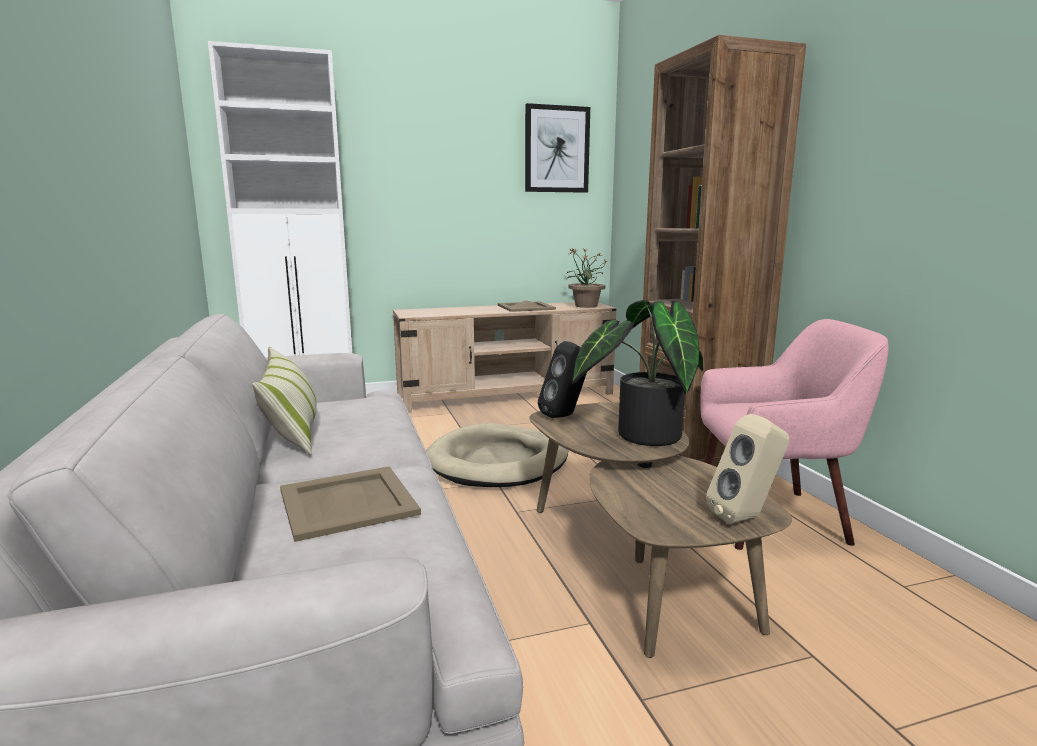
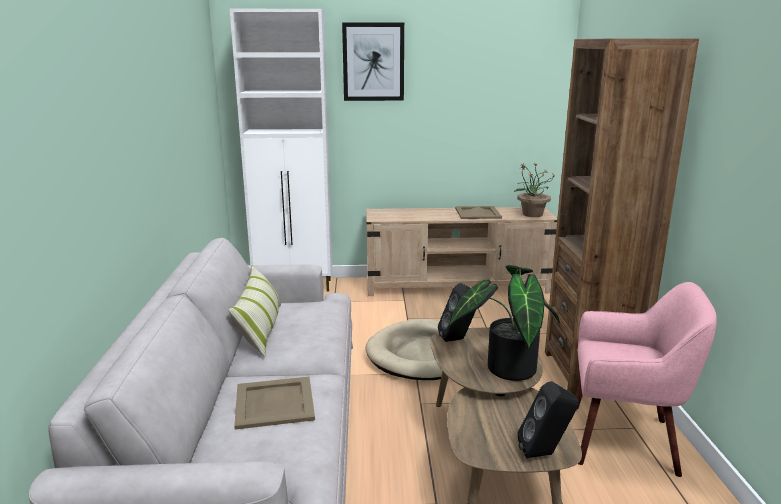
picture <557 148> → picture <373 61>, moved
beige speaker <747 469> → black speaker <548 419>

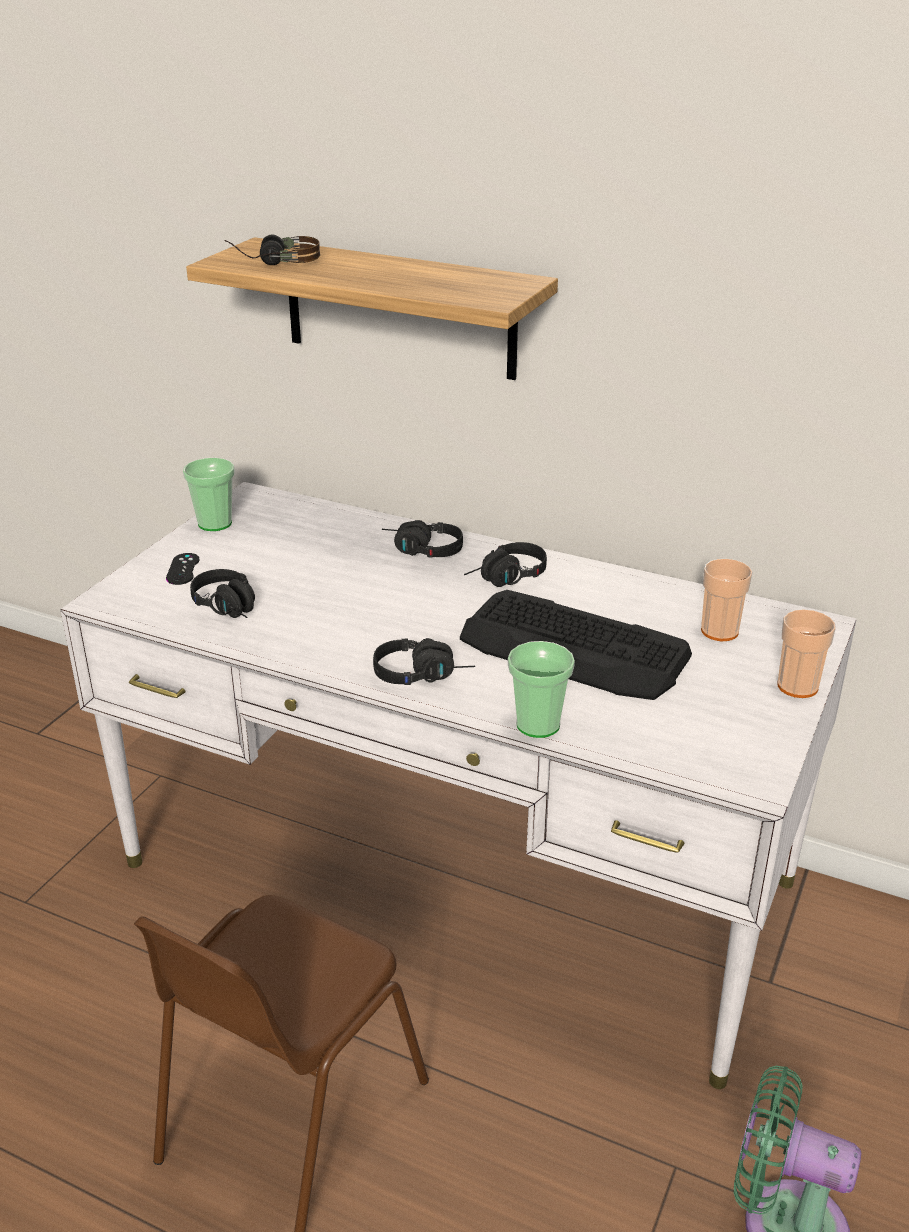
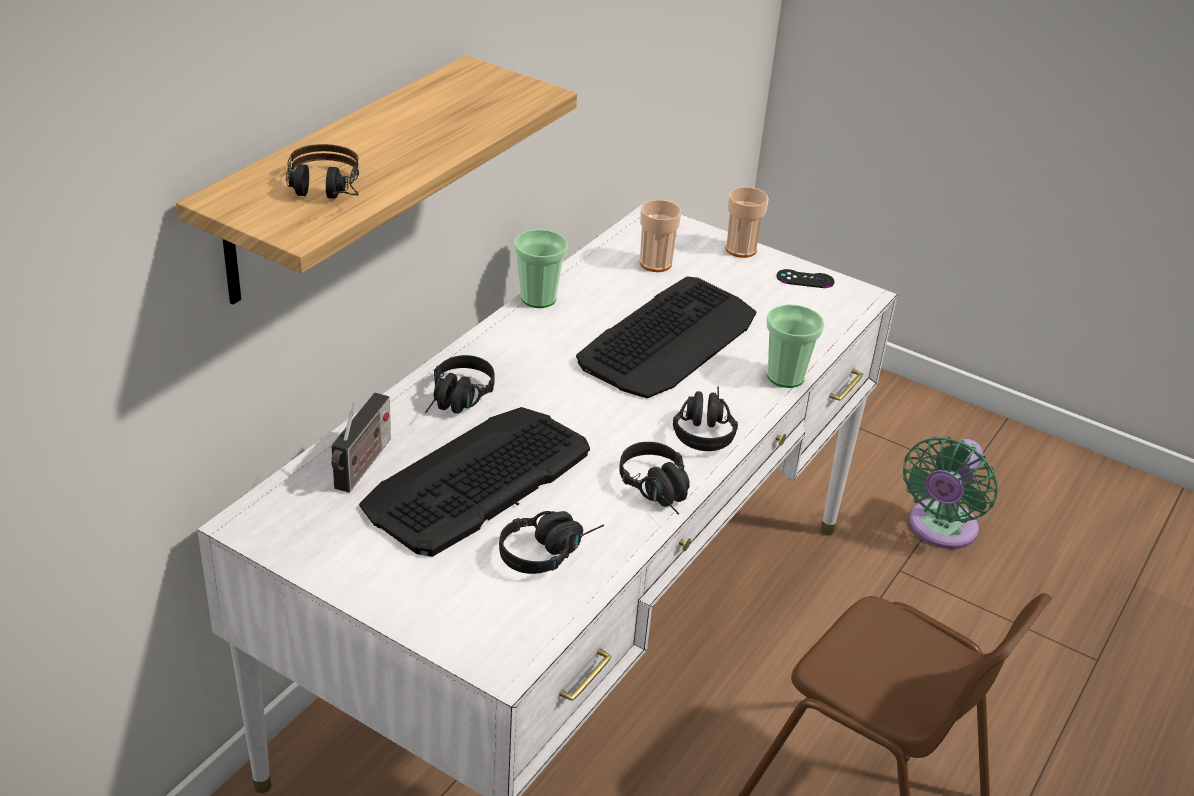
- → radio <361 443>
- → keyboard <474 482>
cup <209 494> → cup <541 268>, moved
black headphones <505 564> → black headphones <654 478>, moved
black game controller <182 569> → black game controller <805 278>, moved

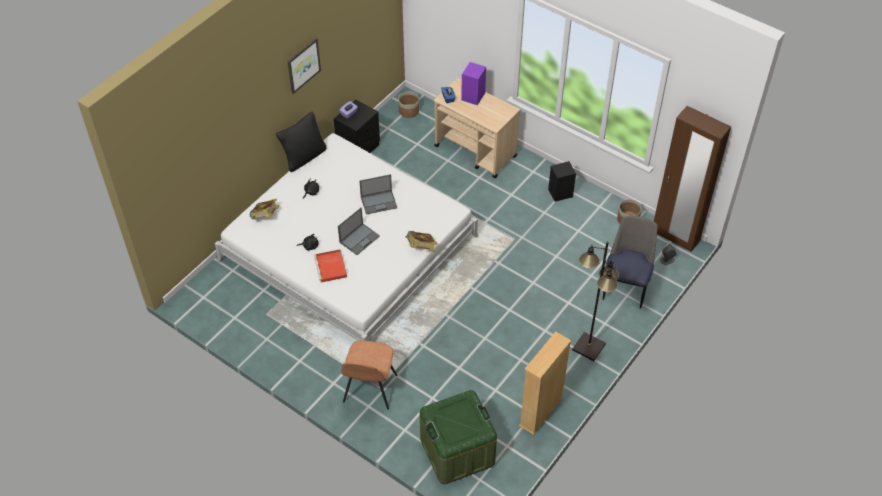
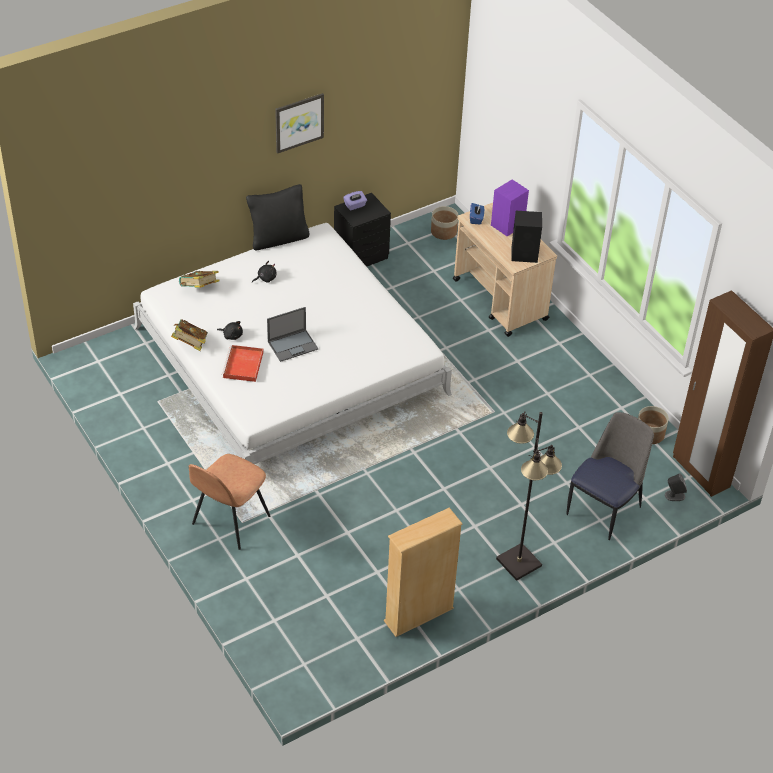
book <421 241> → book <189 335>, moved
black speaker <562 181> → black speaker <527 237>, moved
laptop <378 194> → -
green storage box <458 437> → -

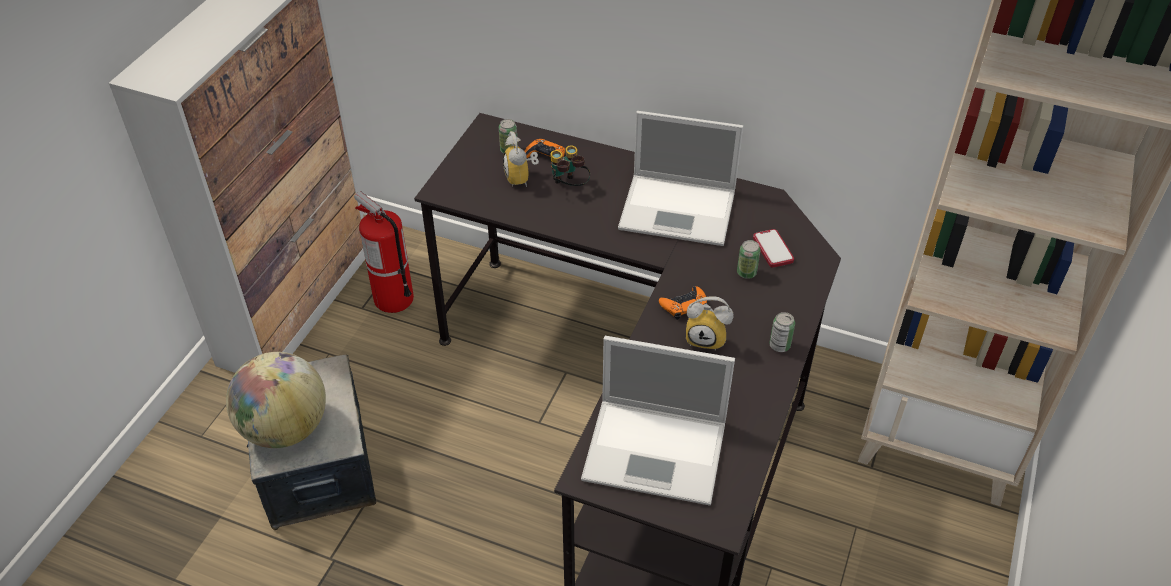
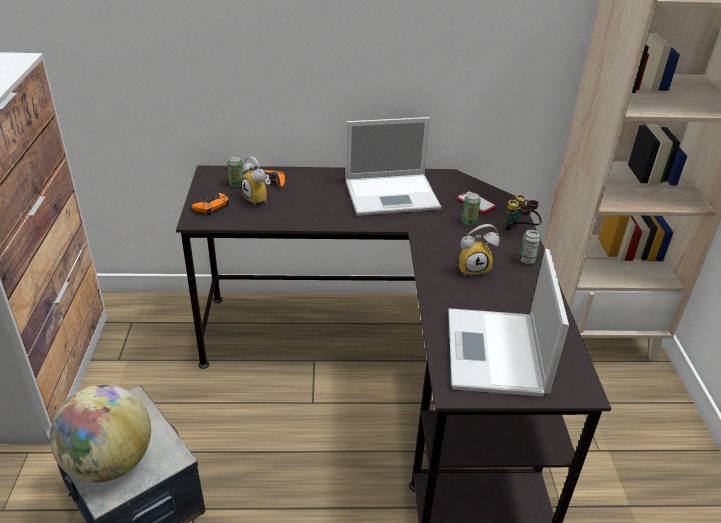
orange game controller <683 303> → orange game controller <210 204>, moved
laptop <658 421> → laptop <508 322>, 105 degrees clockwise
binoculars <570 165> → binoculars <524 212>, moved
fire extinguisher <384 252> → -

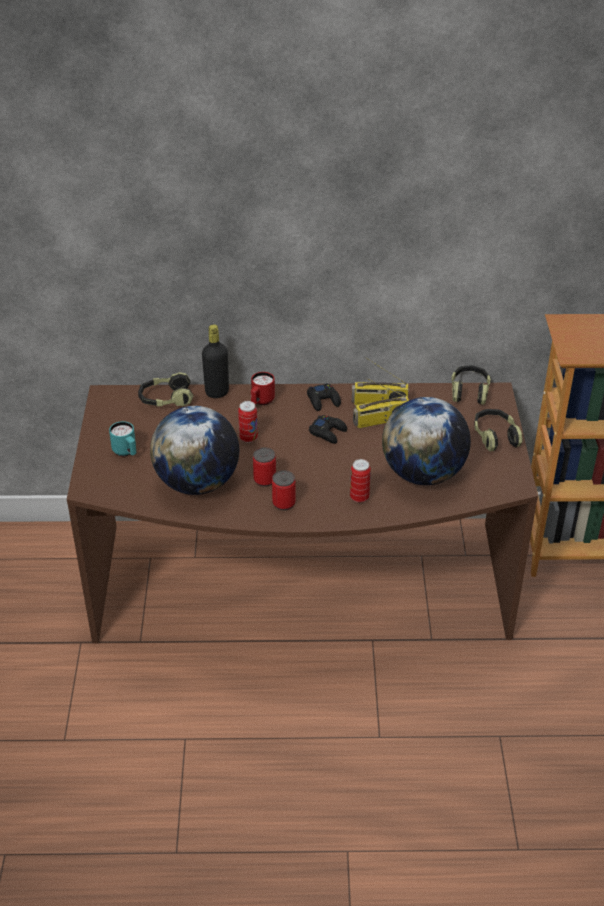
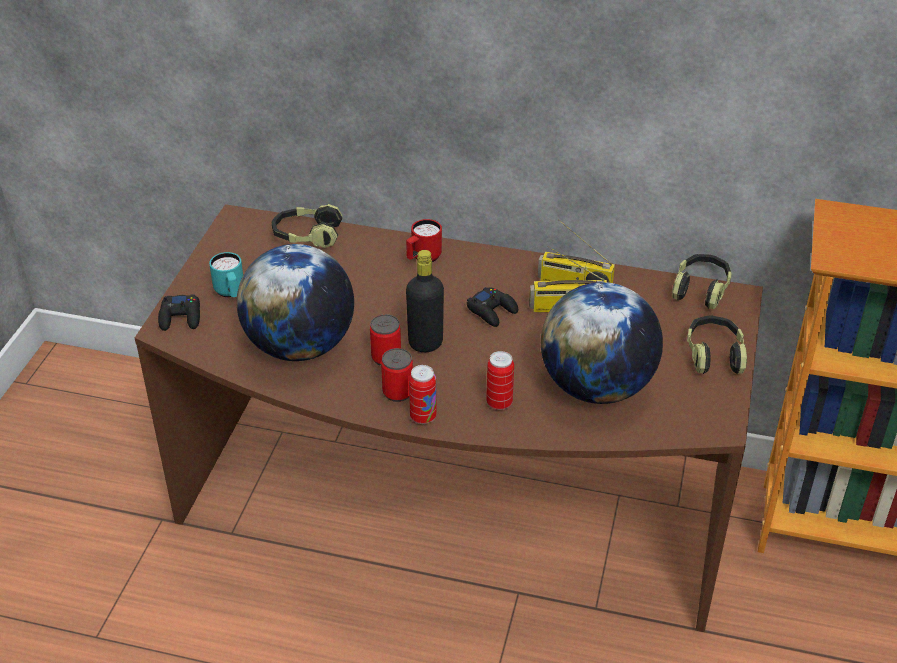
black game controller <324 397> → black game controller <179 312>, moved
black bottle <215 361> → black bottle <425 301>, moved
can <248 422> → can <423 394>, moved

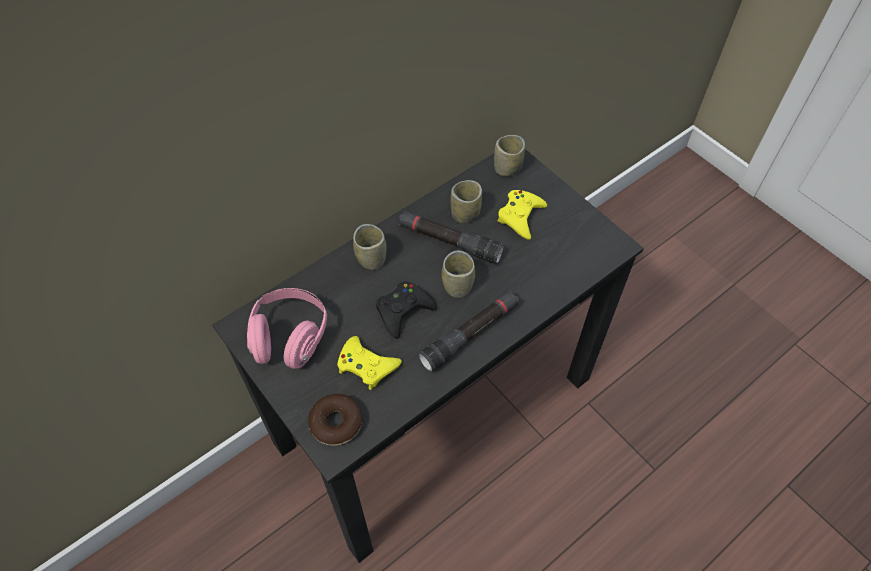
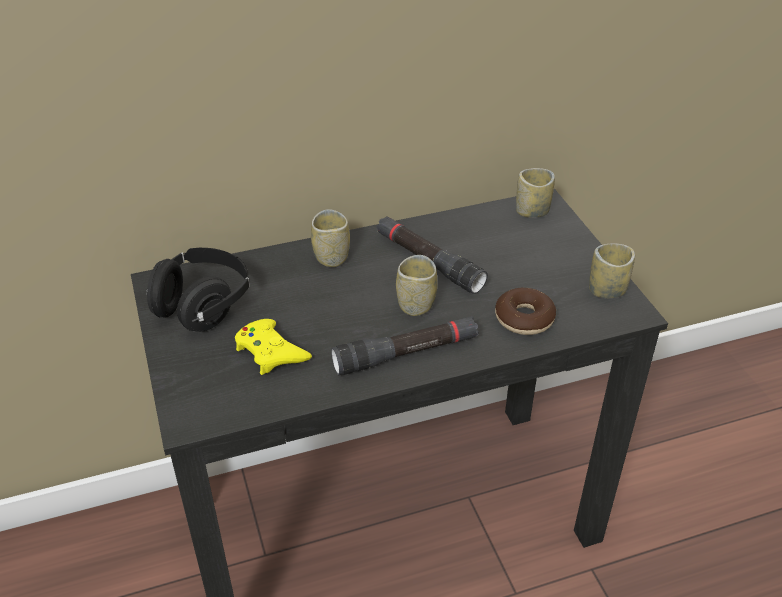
pink headphones <287 328> → black headphones <198 290>
donut <335 420> → donut <525 311>, moved
cup <466 201> → cup <612 270>, moved
black game controller <406 310> → -
yellow game controller <522 215> → -

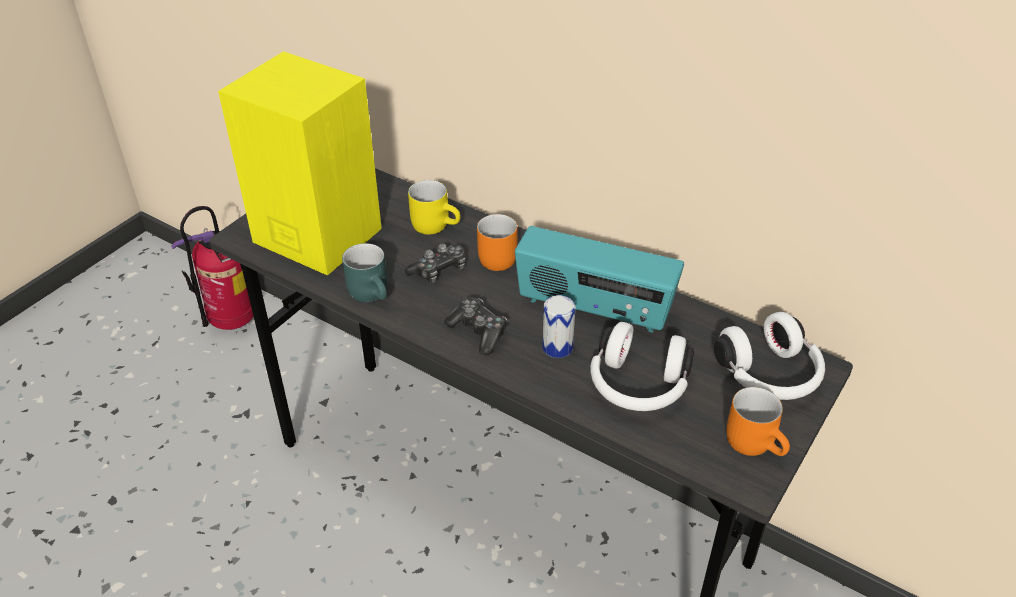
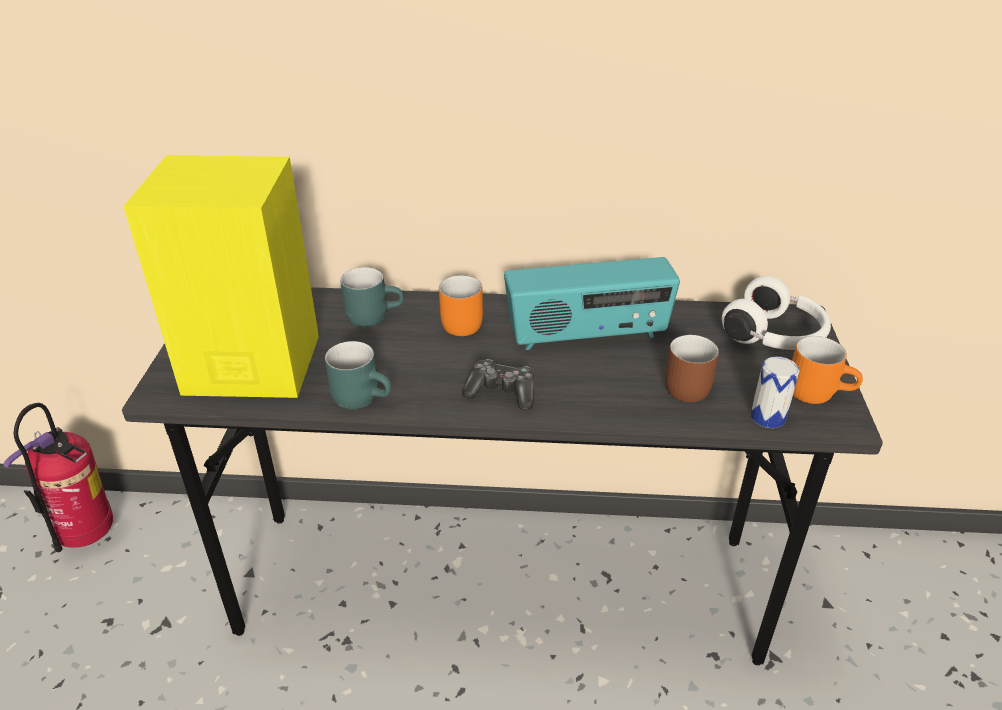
yellow mug <434 207> → turquoise mug <372 297>
white headphones <642 366> → brown mug <692 368>
can <558 326> → can <775 392>, moved
game controller <435 263> → -

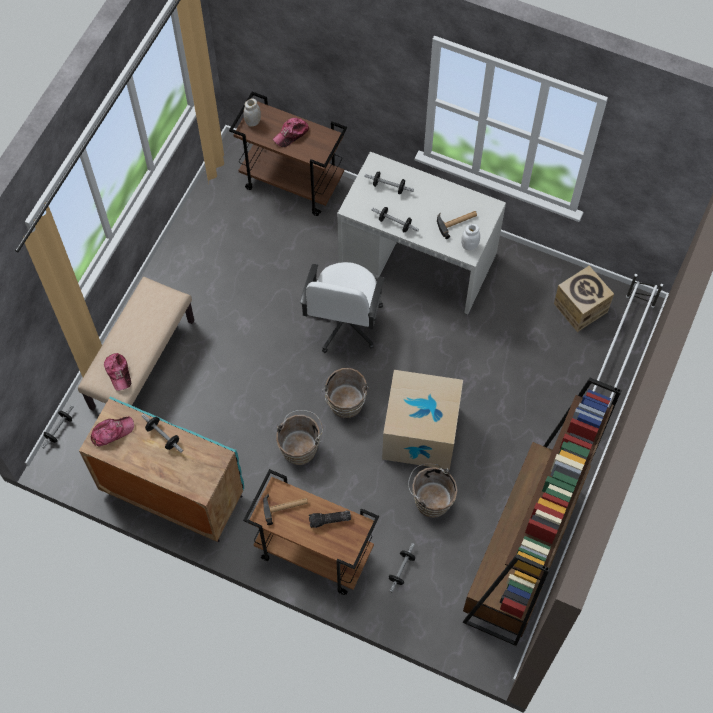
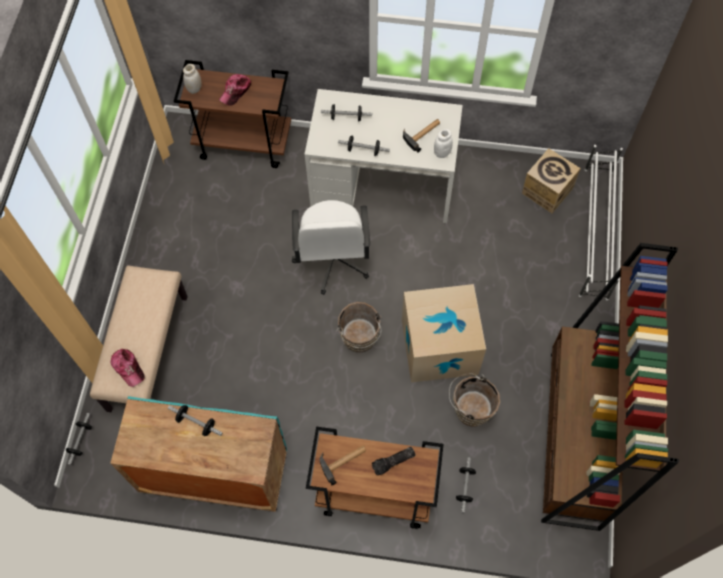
cap <112 432> → -
brown bucket <299 437> → -

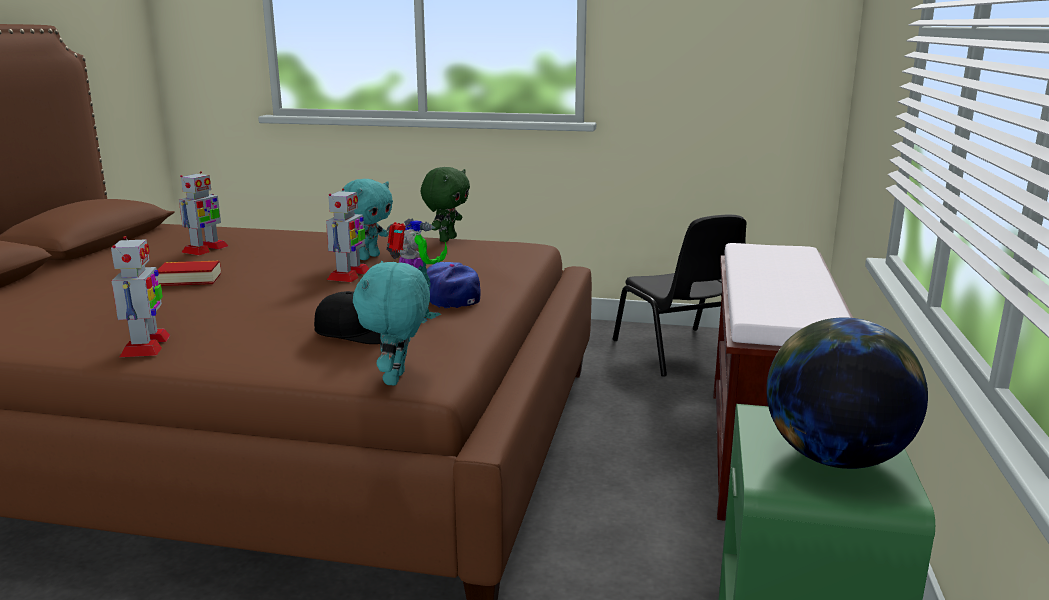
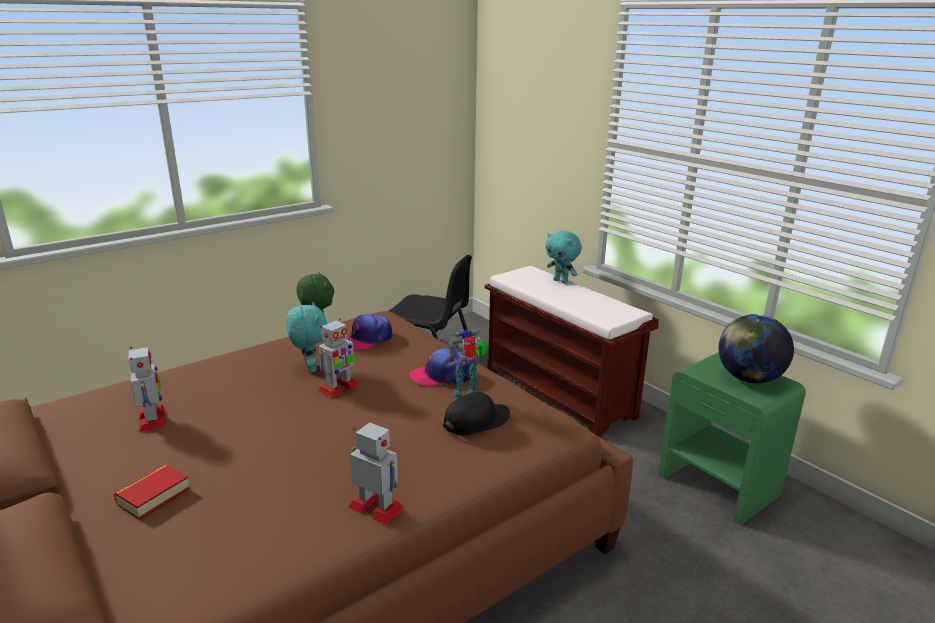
book <189 273> → book <152 492>, moved
toy robot <347 235> → toy robot <339 358>, 75 degrees clockwise
- → cap <369 332>
turquoise plush toy <391 323> → turquoise plush toy <563 257>, moved

